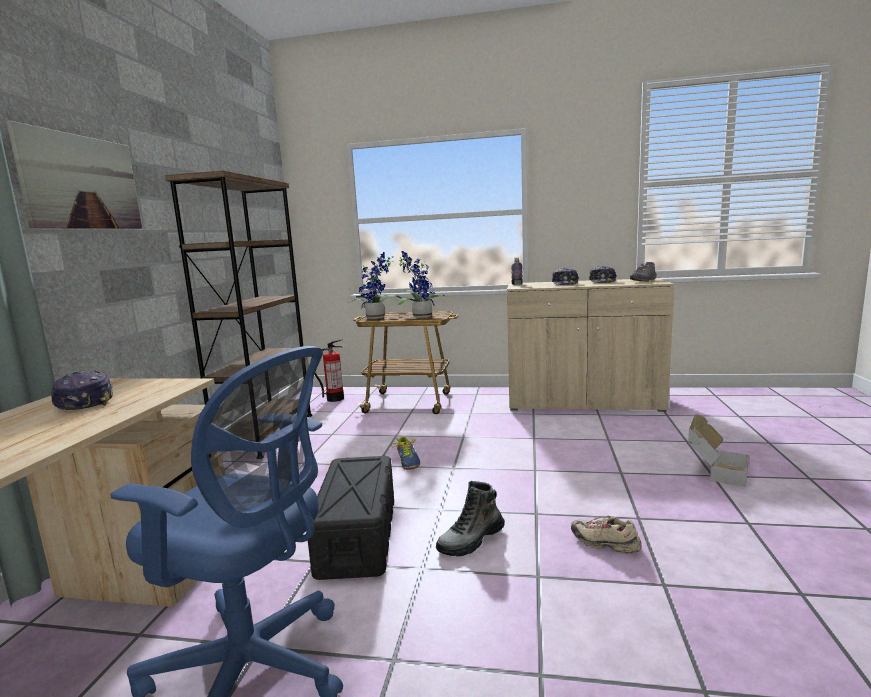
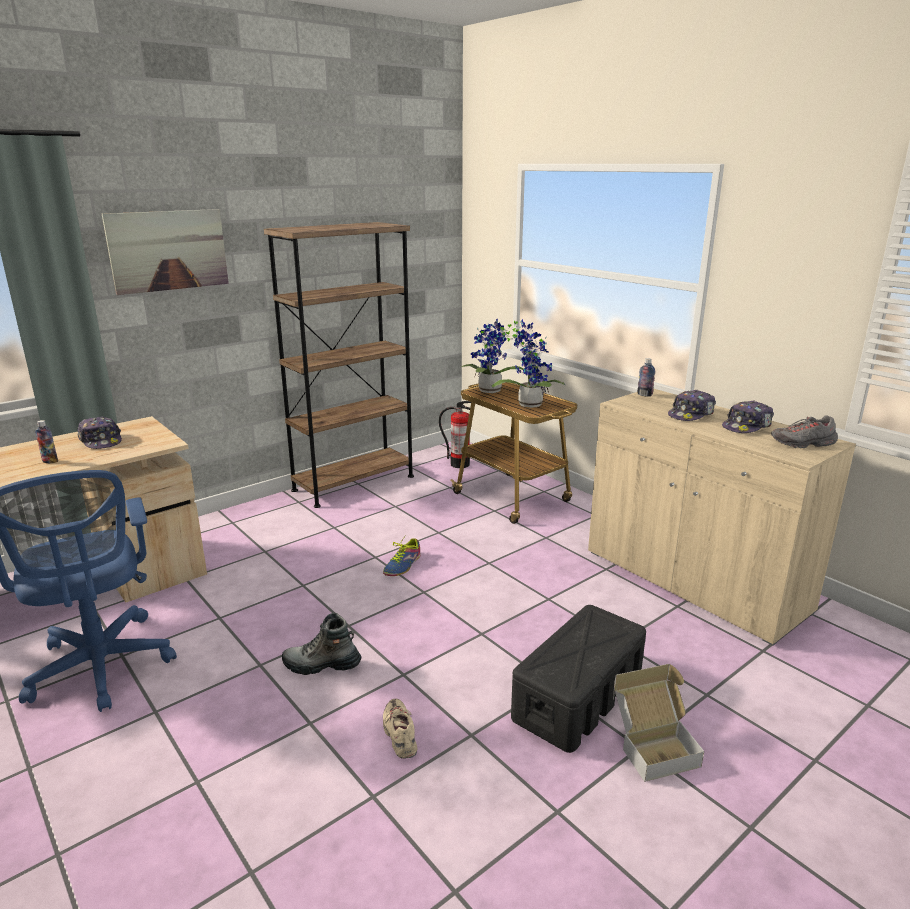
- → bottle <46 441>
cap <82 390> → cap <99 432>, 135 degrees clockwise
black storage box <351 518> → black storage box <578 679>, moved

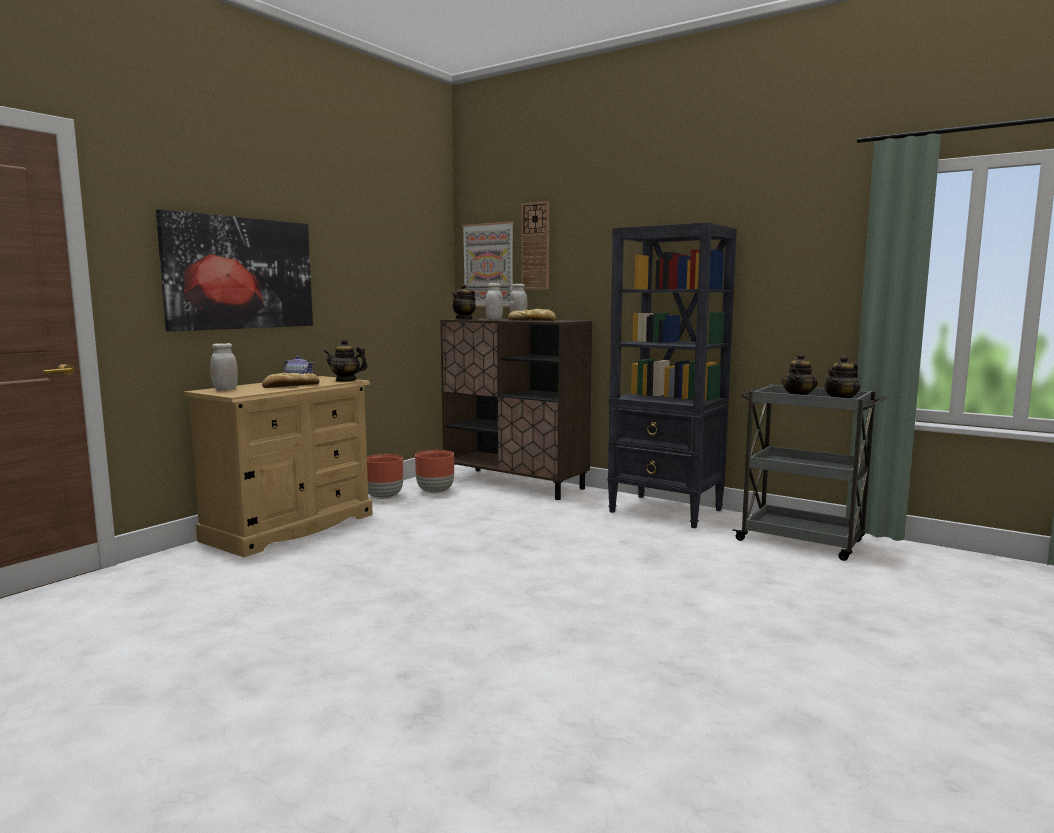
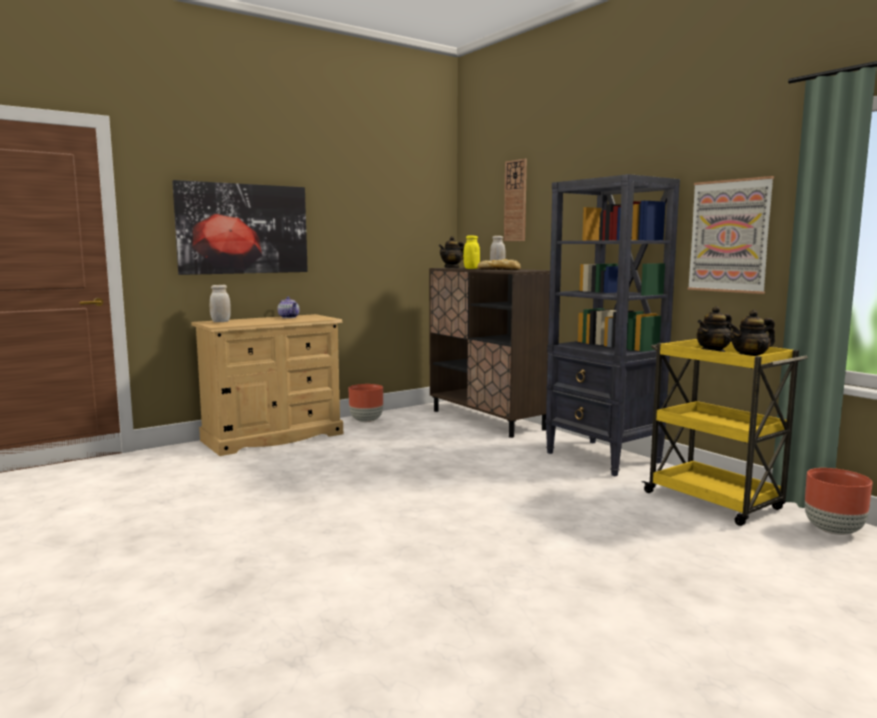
white jar <494 301> → yellow jar <471 252>
grey cart <809 472> → yellow cart <725 432>
picture <487 264> → picture <730 235>, moved
brown planter <434 472> → brown planter <839 501>, moved
bread <291 380> → -
teapot <346 360> → -

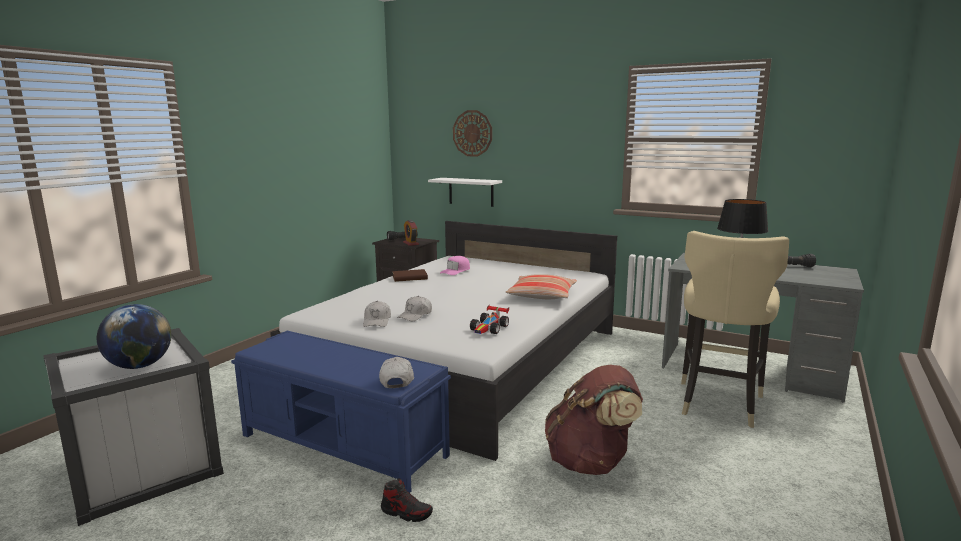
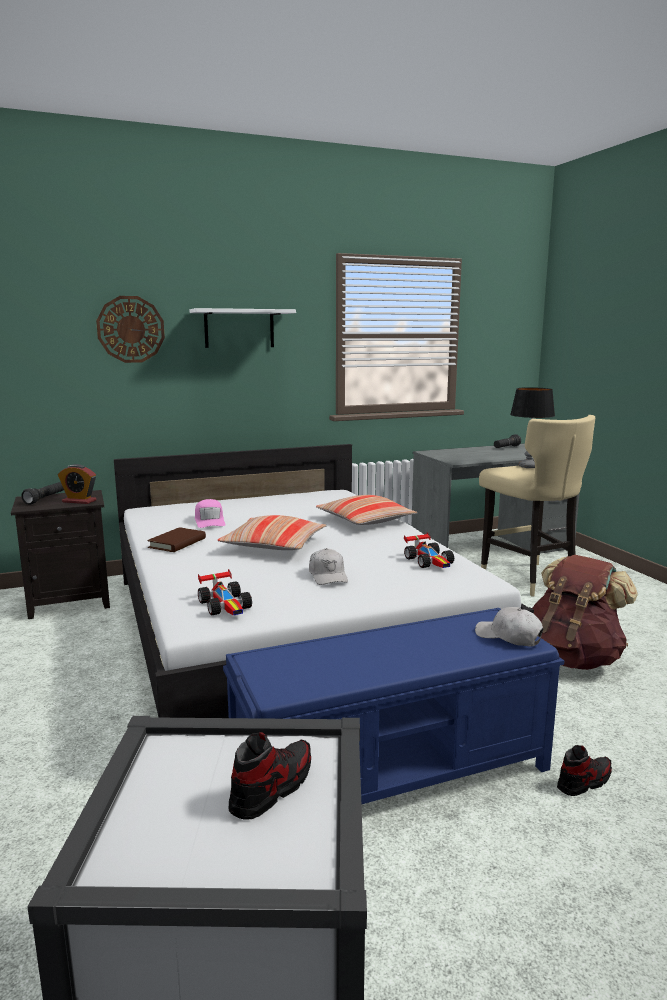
white shelf <465 192> → white shelf <243 328>, moved
- → toy car <225 592>
- → pillow <272 532>
globe <134 336> → shoe <270 776>
white cap <377 314> → -

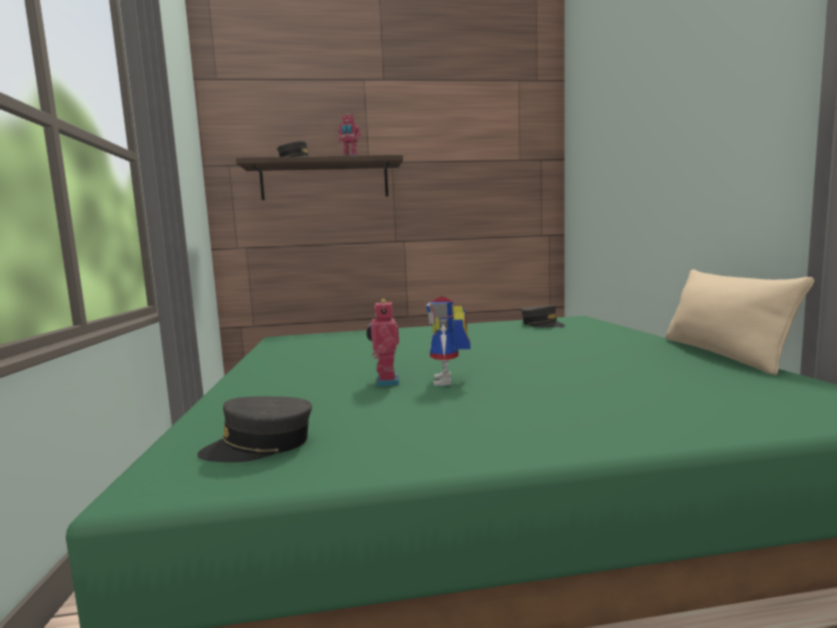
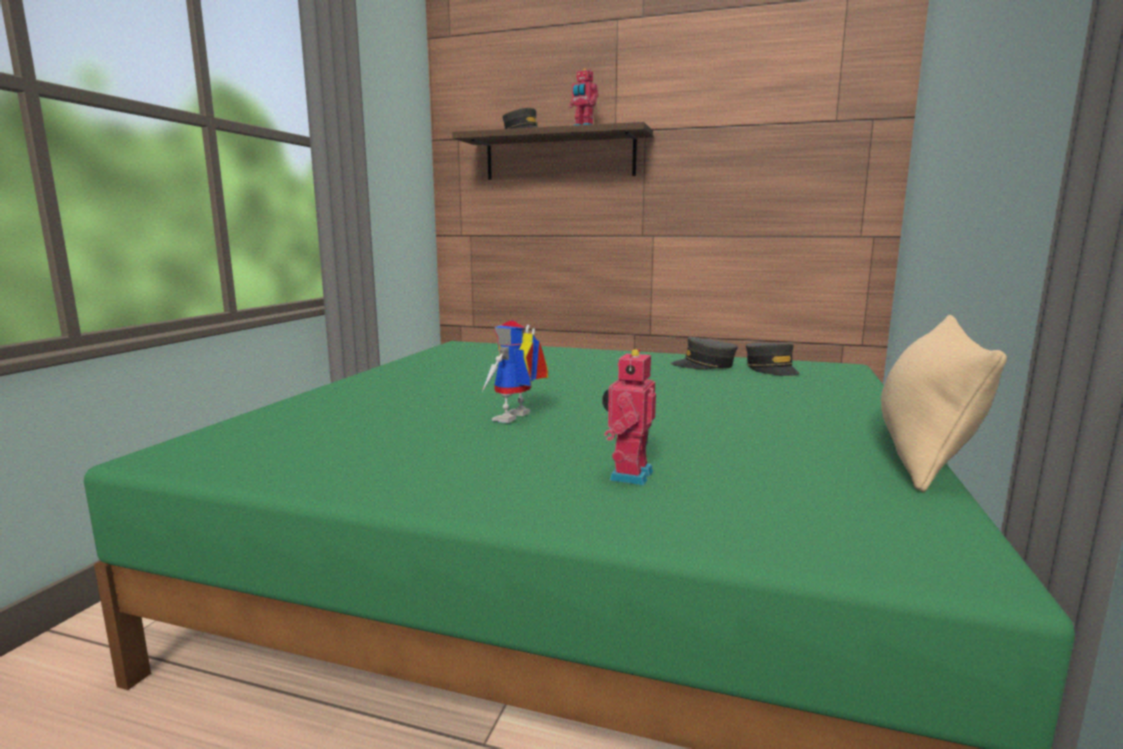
toy robot <383 343> → toy robot <629 417>, moved
grey cap <254 429> → grey cap <704 353>, moved

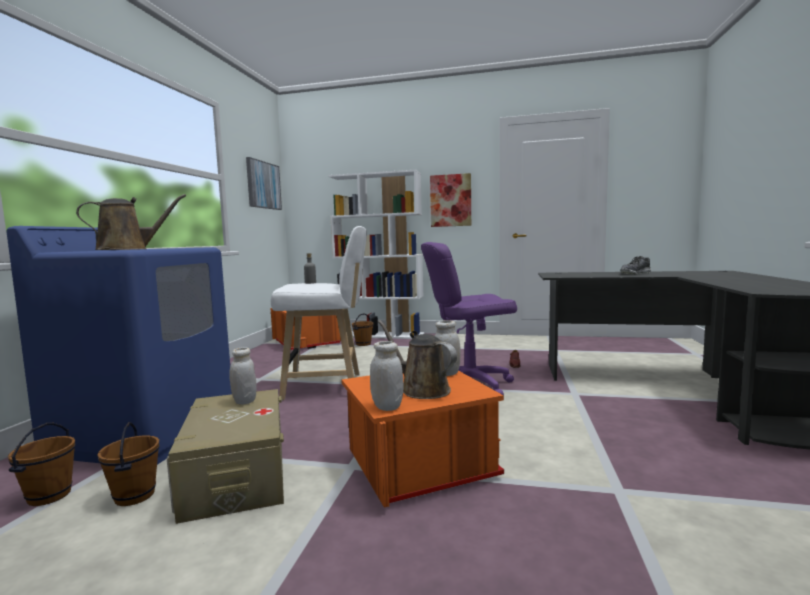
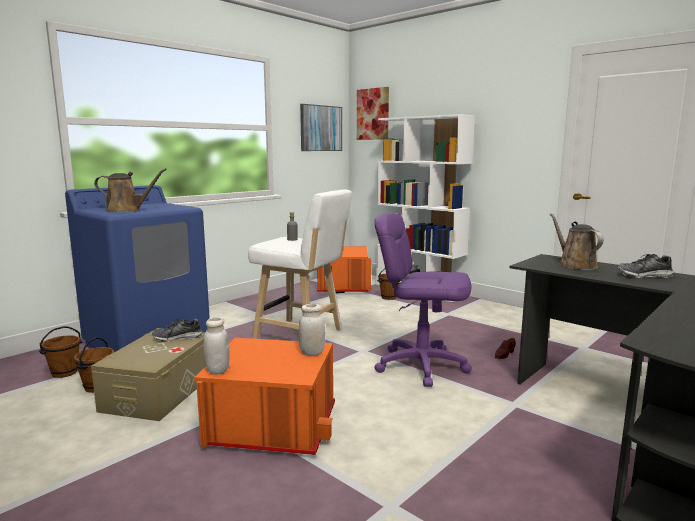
white jar <243 375> → shoe <177 330>
picture <450 200> → picture <373 113>, moved
brown watering can <417 359> → brown watering can <577 241>, moved

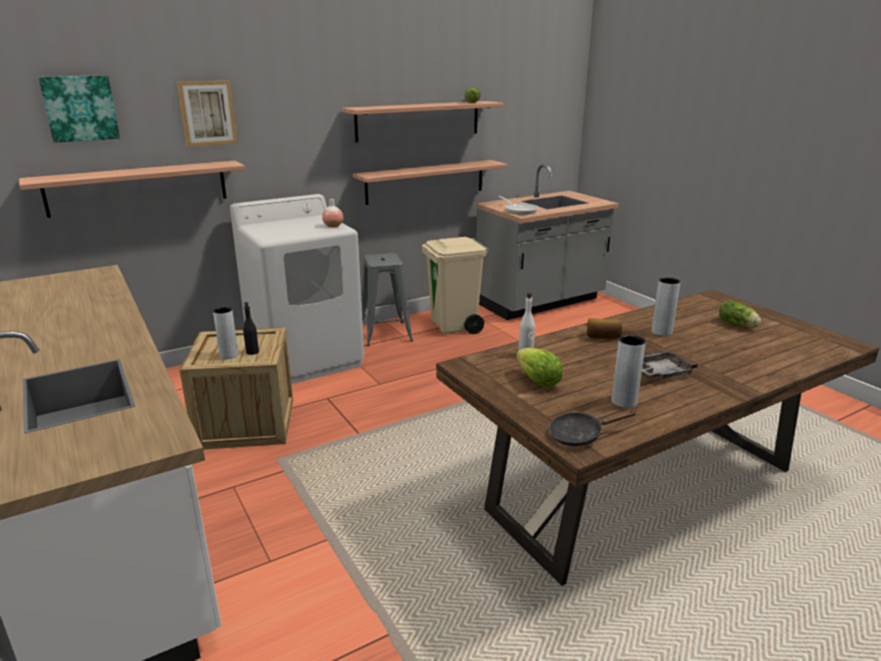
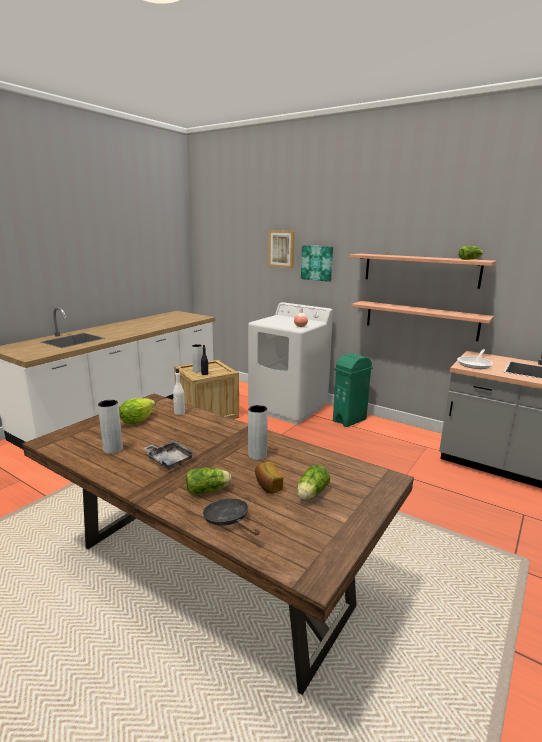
- → lettuce <209 481>
black frying pan <592 428> → black frying pan <231 516>, moved
bread <604 328> → bread <269 478>, moved
picture <79 109> → picture <317 263>, moved
grey stool <387 299> → green trash can <353 390>
shelf <132 189> → -
beige trash can <455 285> → -

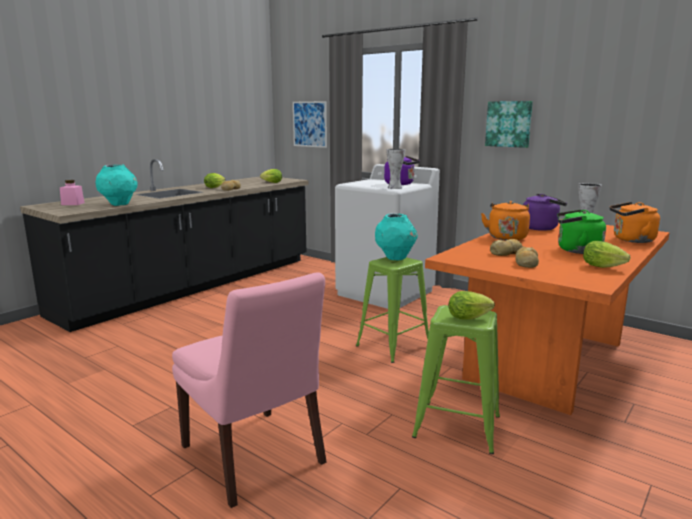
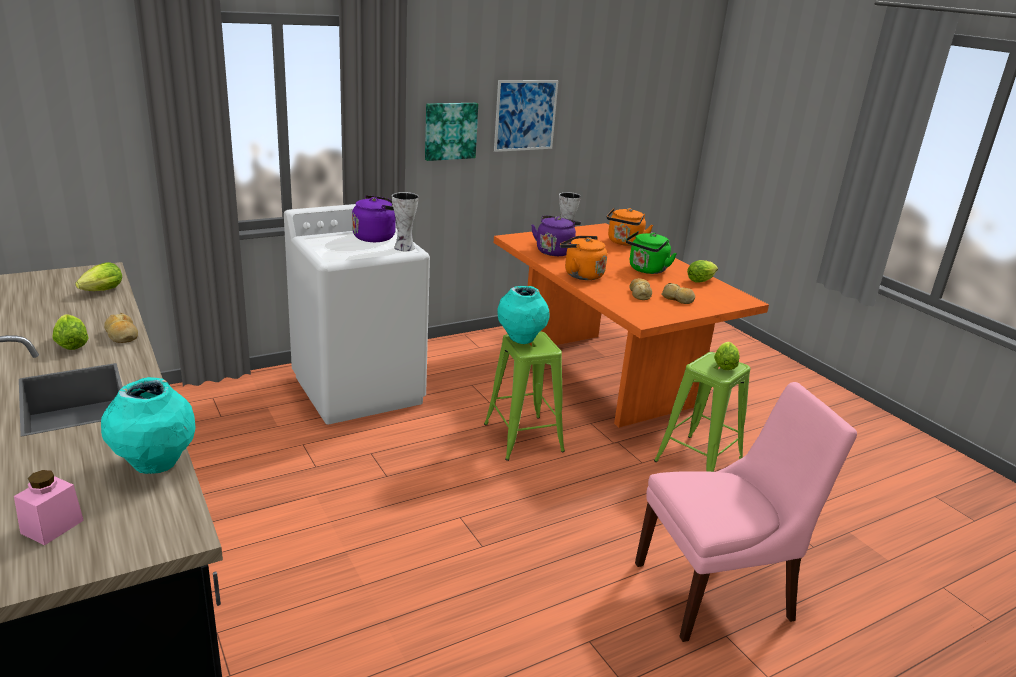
picture <310 124> → picture <526 116>, moved

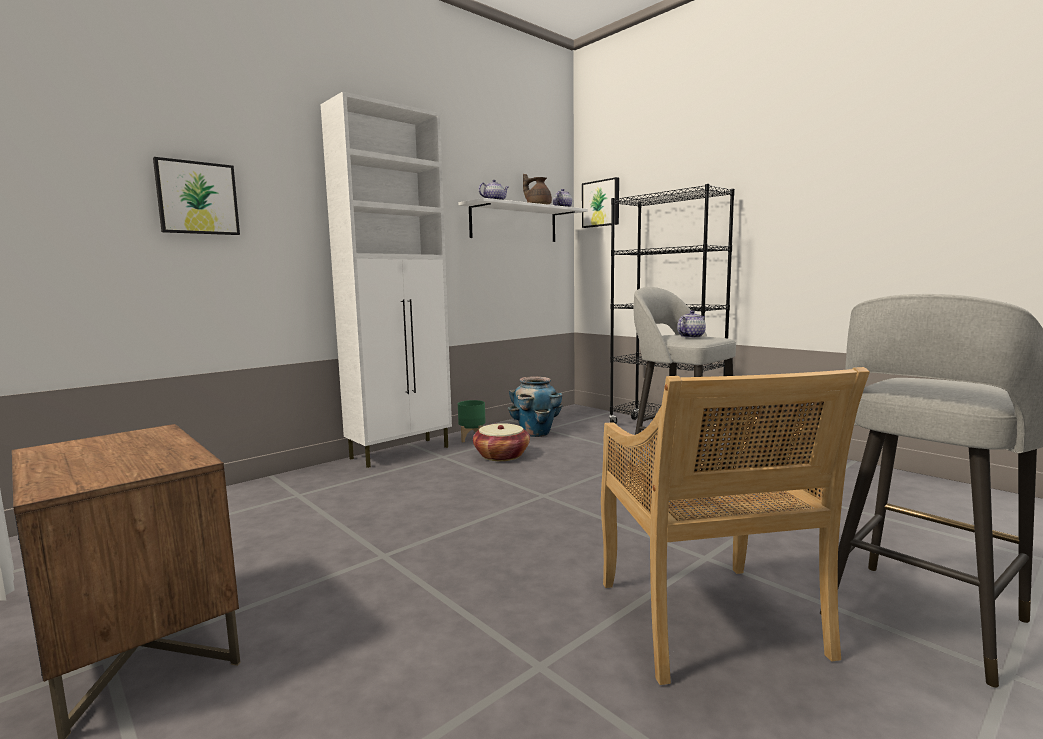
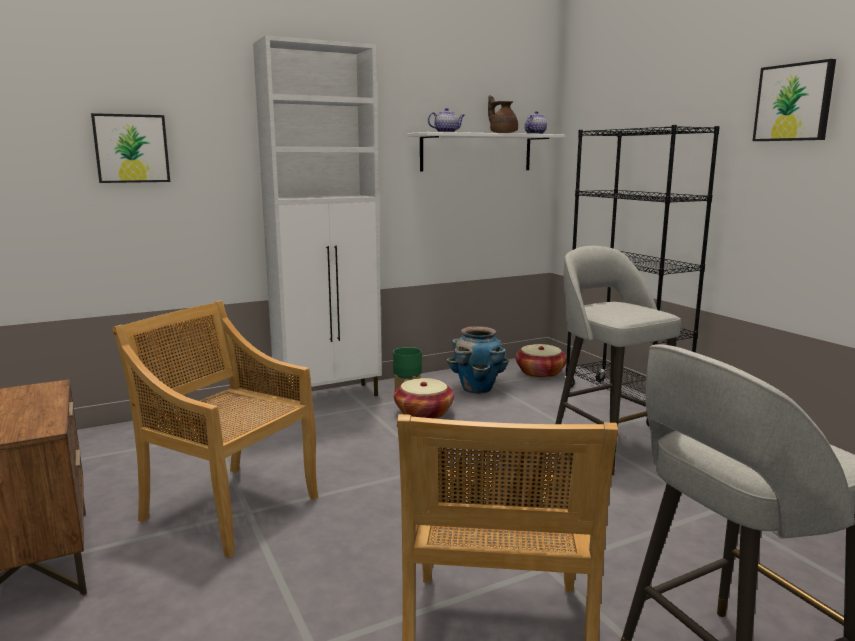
- → beige chair <215 429>
- → basket <541 361>
picture <600 202> → picture <794 100>, moved
teapot <691 324> → -

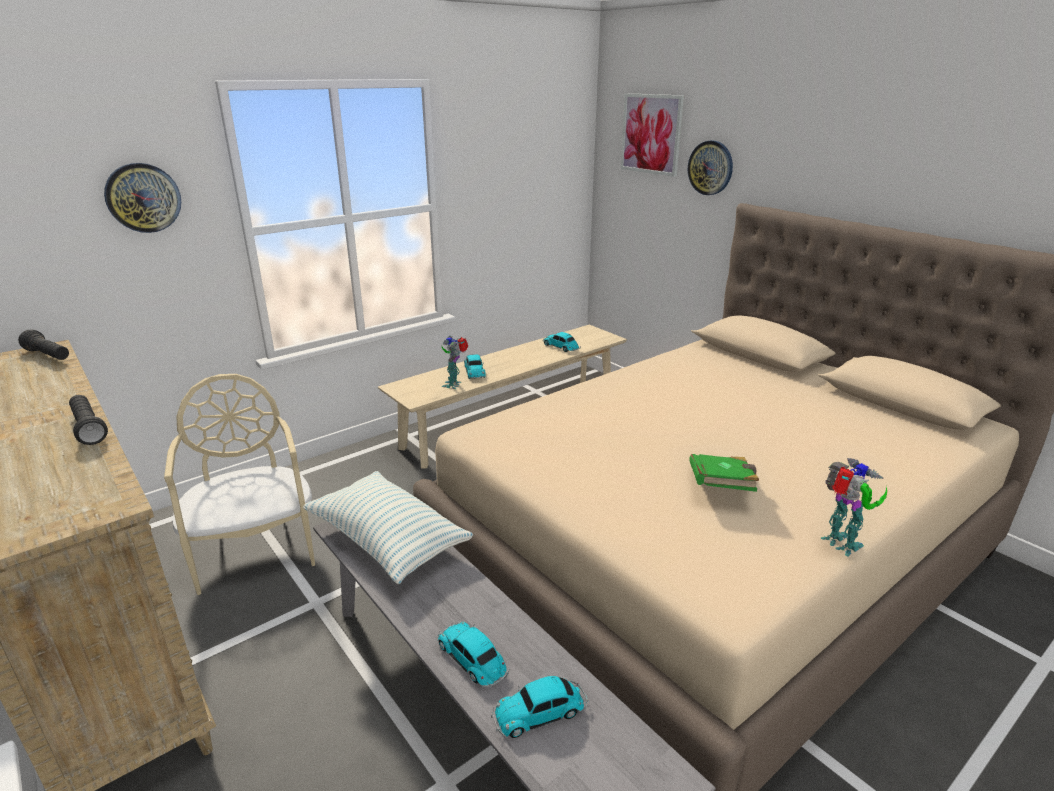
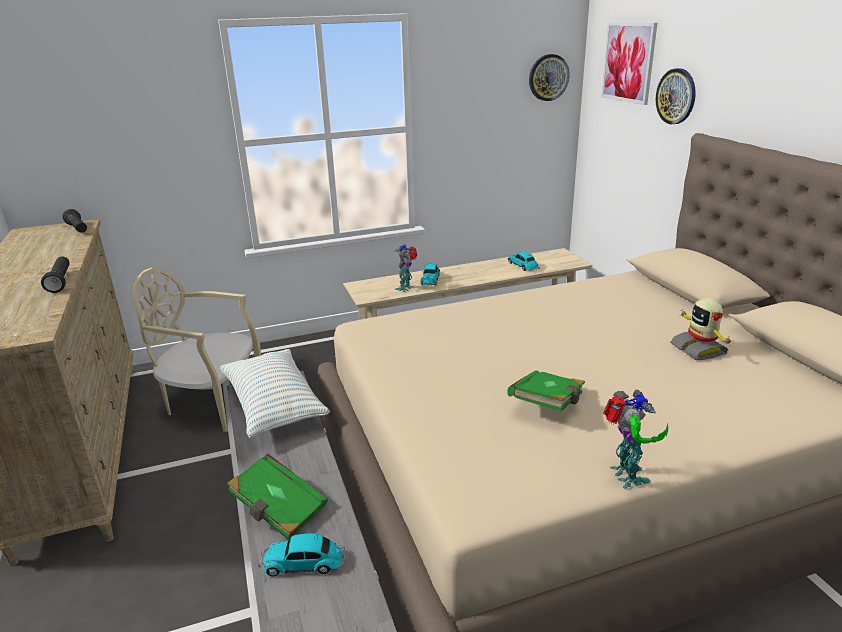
beige chair <239 484> → beige chair <197 349>, 75 degrees counterclockwise
toy car <473 654> → green book <277 497>
wall clock <142 198> → wall clock <549 77>, moved
- → toy robot <702 329>

